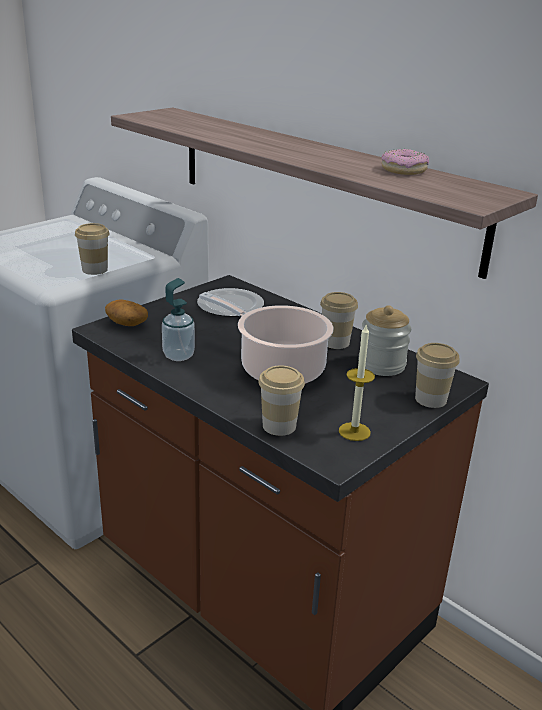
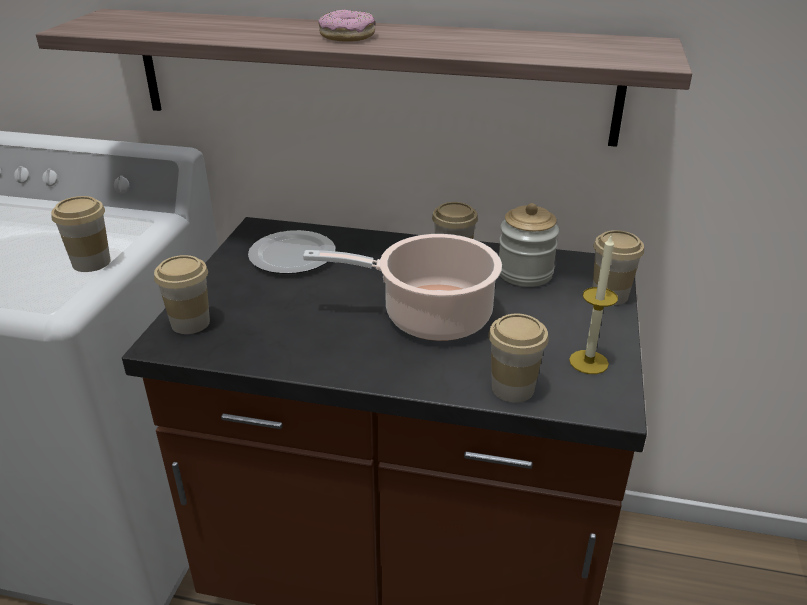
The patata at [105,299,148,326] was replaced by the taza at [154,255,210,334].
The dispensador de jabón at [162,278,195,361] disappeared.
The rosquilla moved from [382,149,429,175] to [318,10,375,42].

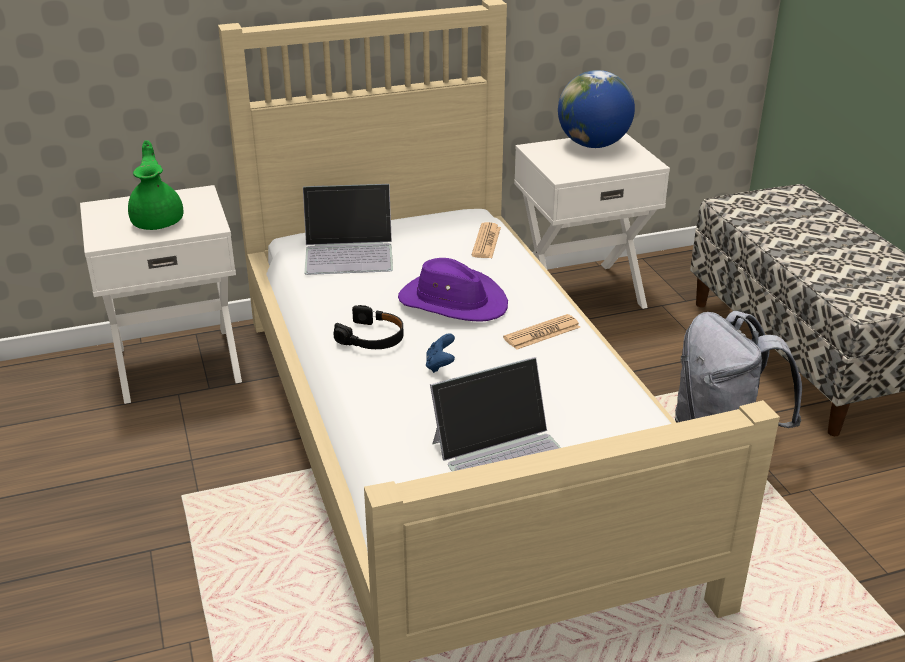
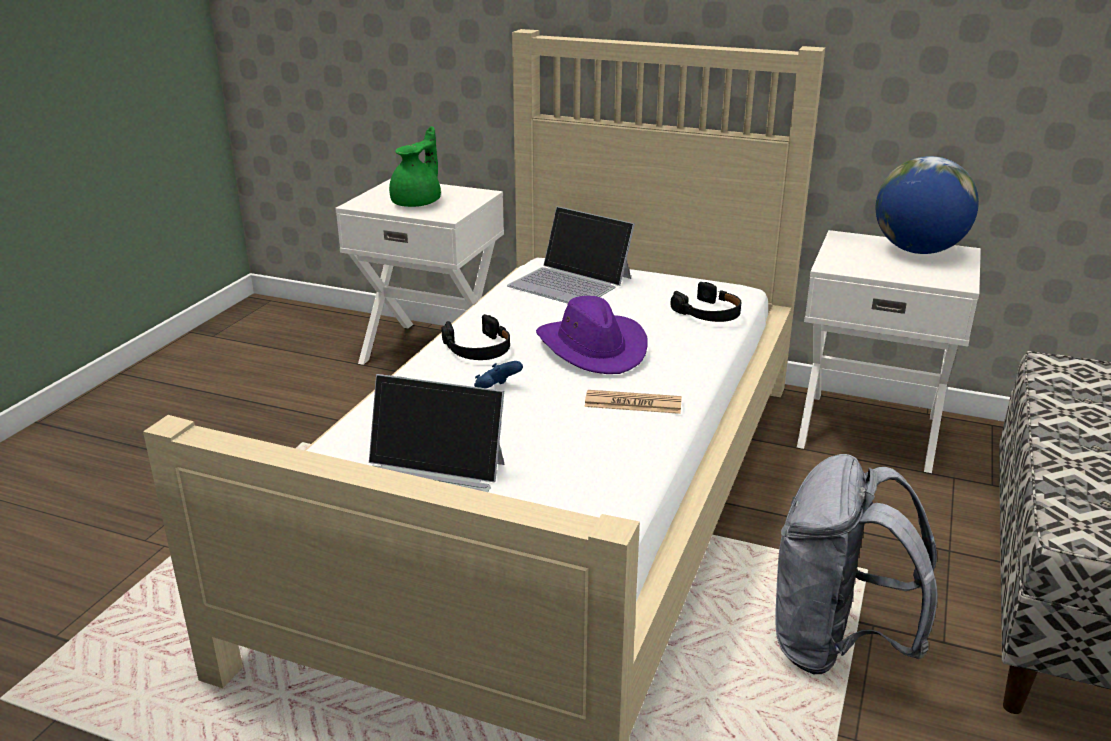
The periódico at [471,222,501,258] was replaced by the auriculares/negro at [670,282,741,322].

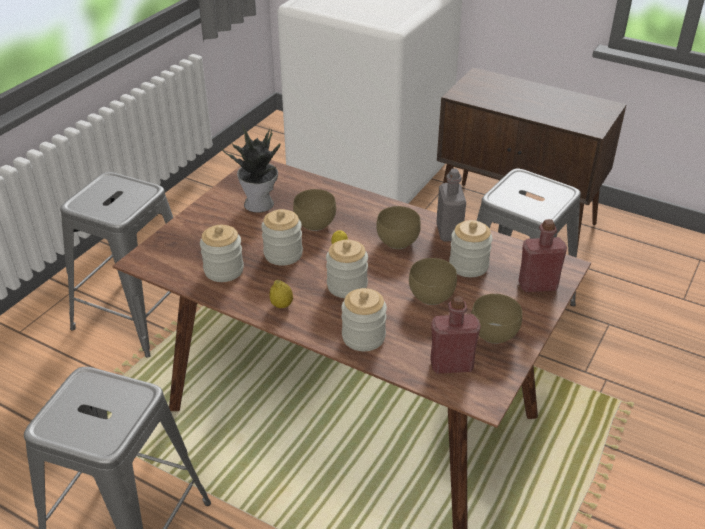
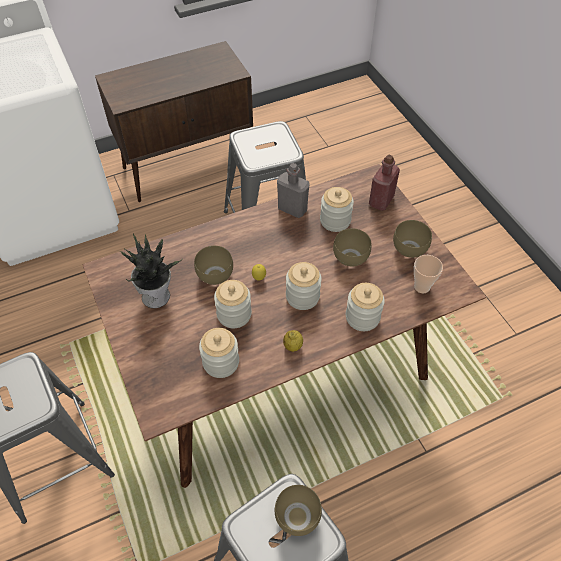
The cuenco/marrón moved from [376,206,421,249] to [275,485,322,536].
The botella/rojo at [430,296,481,374] was replaced by the taza at [414,255,443,293].

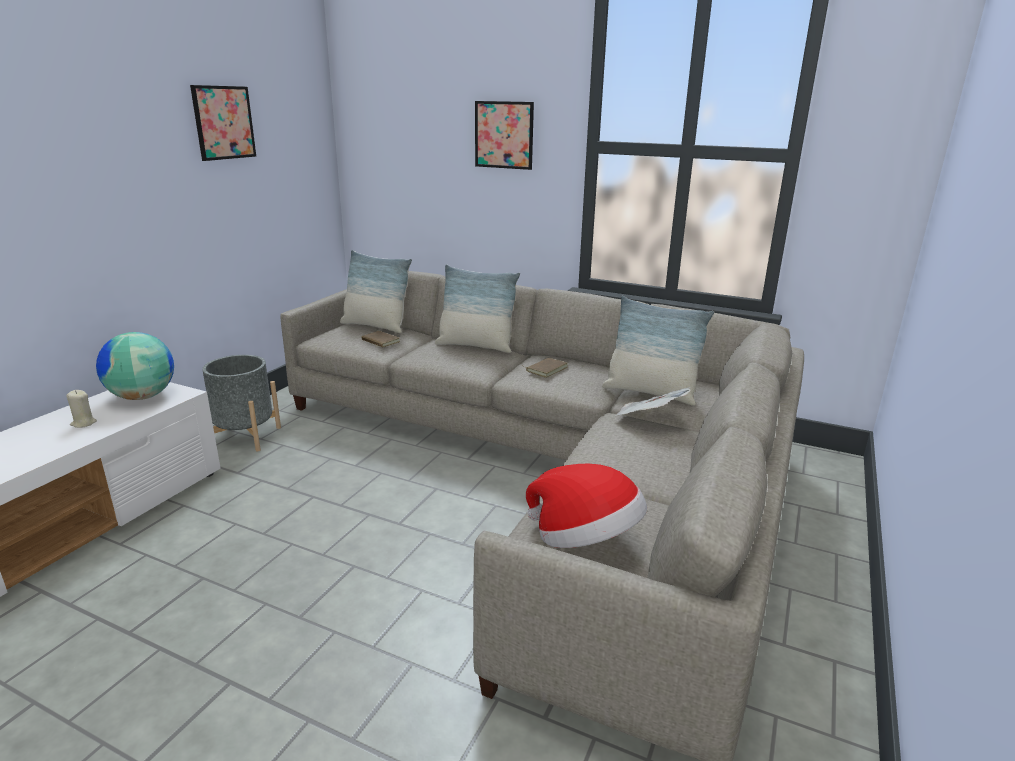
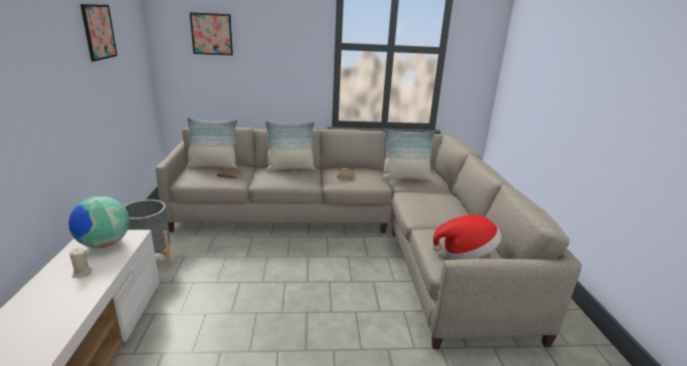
The cuadro moved from [475,101,534,170] to [189,12,233,55].
The periódico at [615,387,691,416] disappeared.

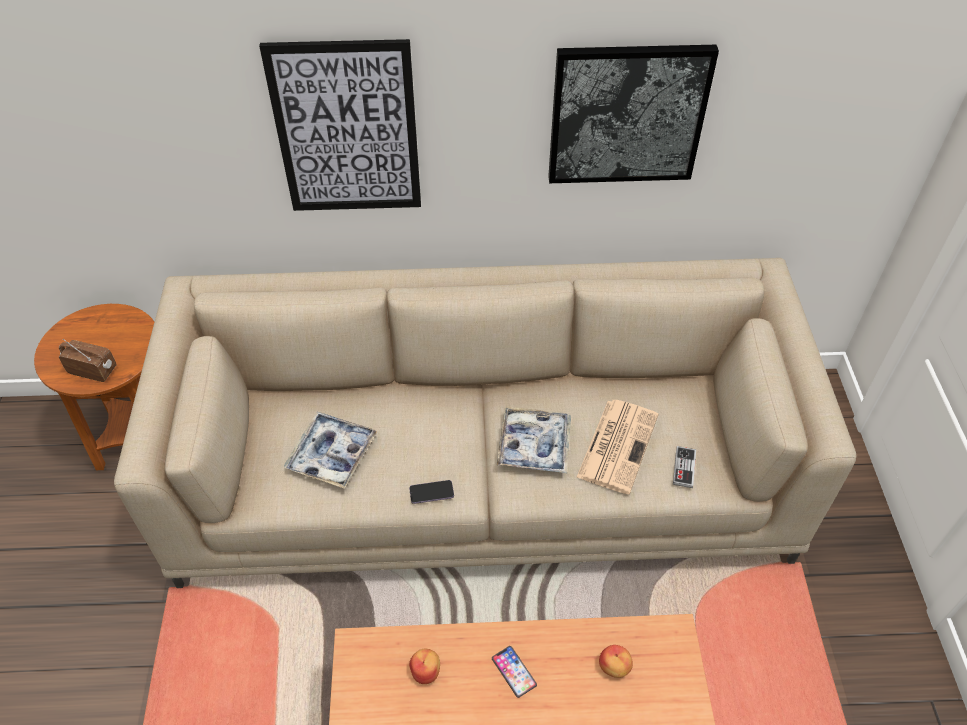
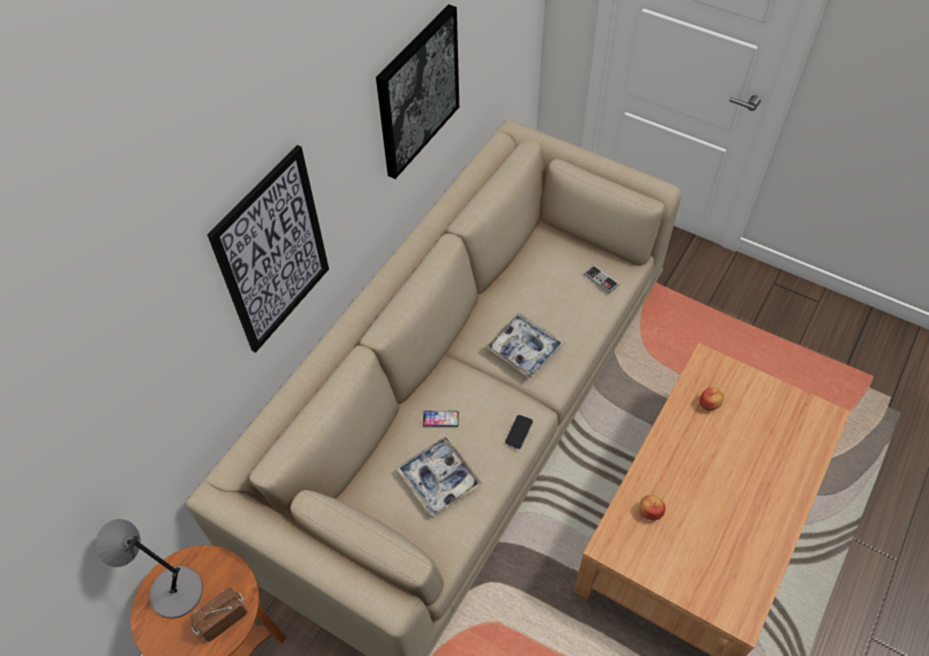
The móvil moved from [492,646,537,698] to [423,411,459,427].
The periódico at [576,400,658,494] disappeared.
The lámpara de mesa/gris at [95,519,203,618] appeared.

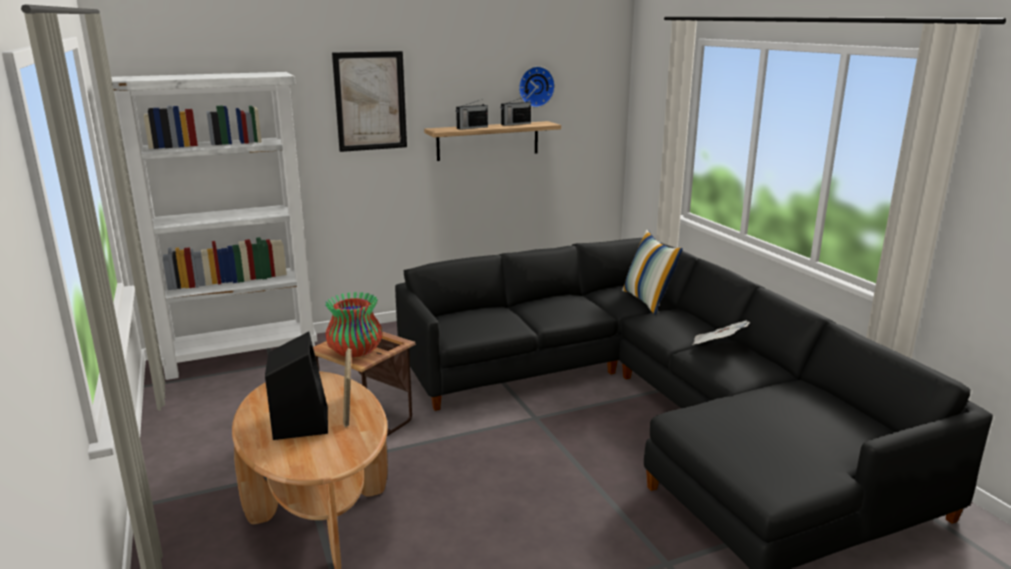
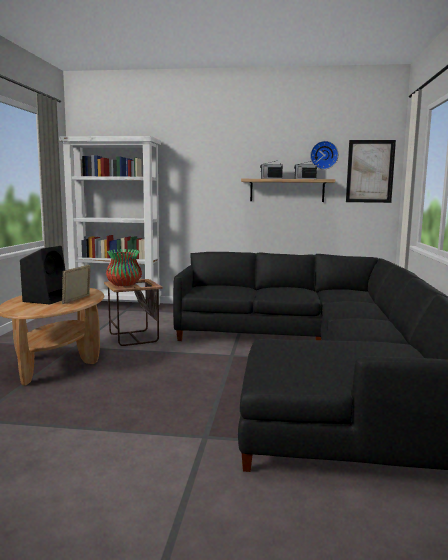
The cuadro moved from [332,51,407,152] to [346,140,396,203].
The cojín at [622,229,683,314] disappeared.
The periódico at [692,320,750,345] disappeared.

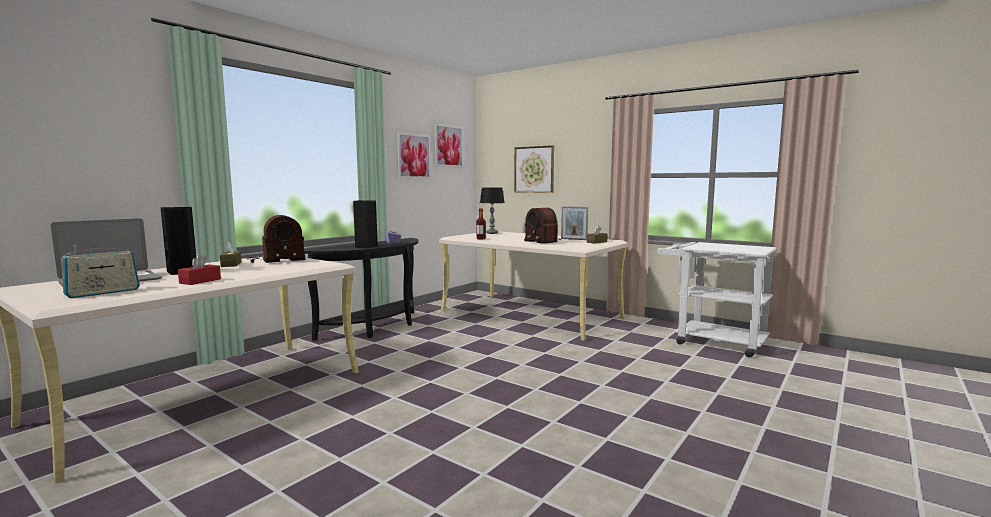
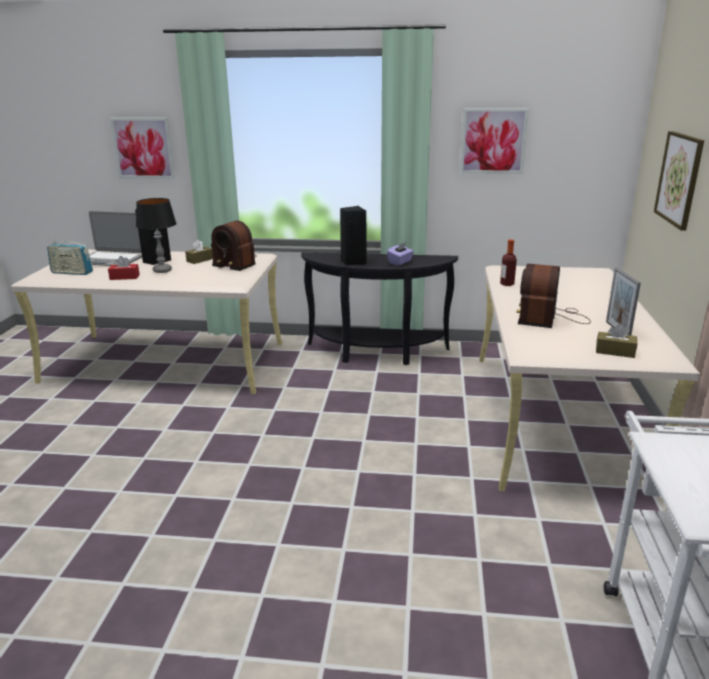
The cuadro moved from [434,124,463,167] to [110,118,175,179].
The lámpara de mesa moved from [480,187,505,234] to [136,198,177,273].

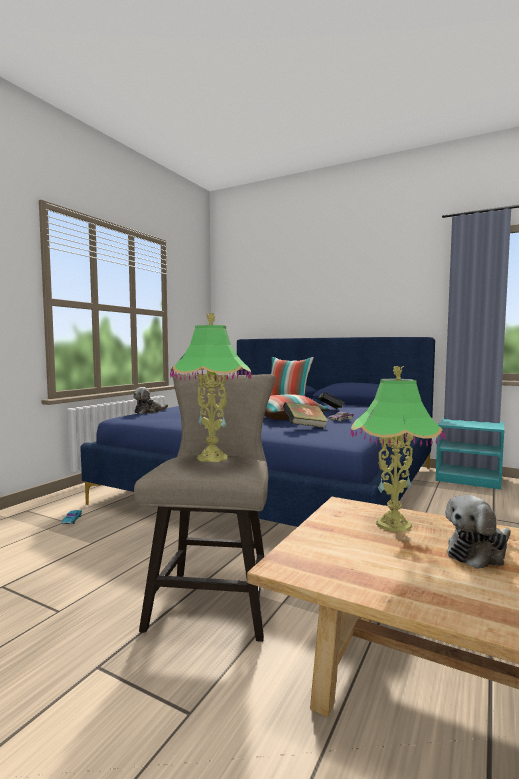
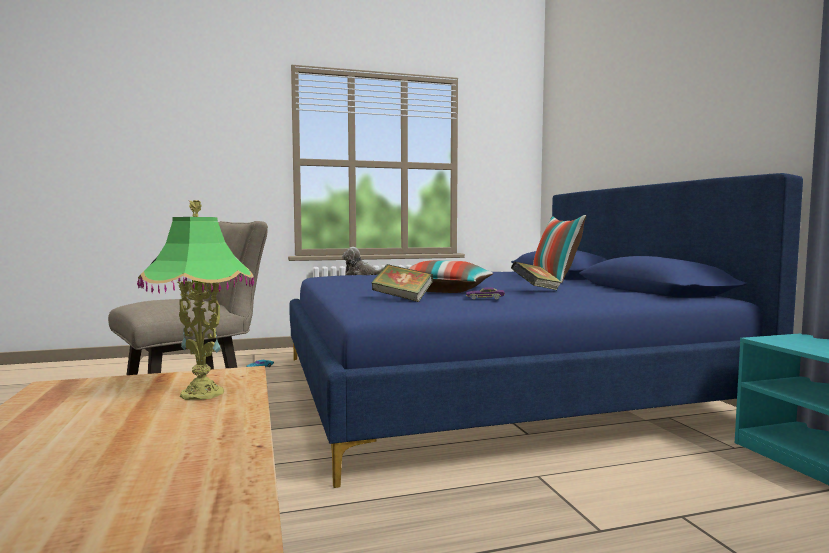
The lámpara de mesa at [170,313,252,462] disappeared.
The peluche at [445,495,511,569] disappeared.

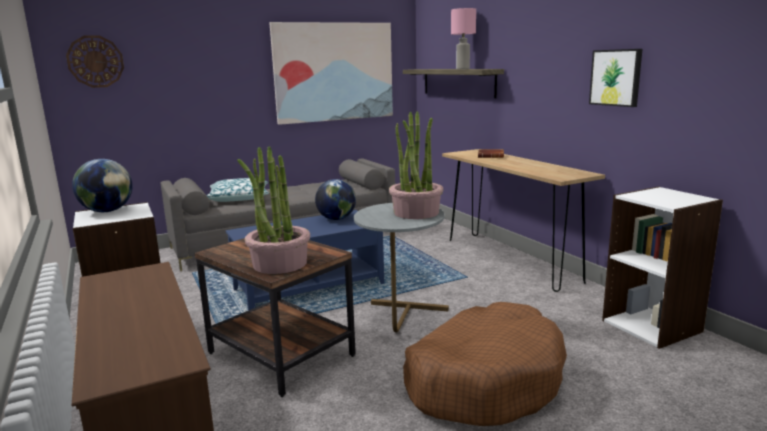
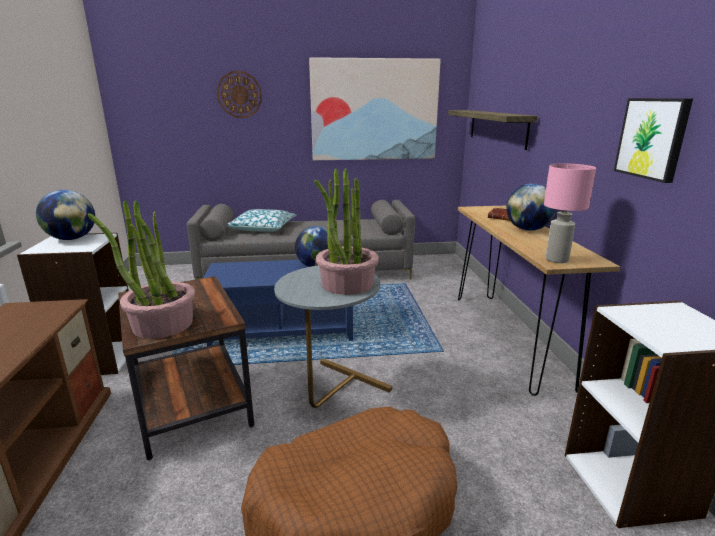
The reloj de pared moved from [66,35,124,88] to [217,71,262,118].
The lámpara de mesa/rosa moved from [451,8,476,69] to [544,163,596,263].
The globo terráqueo at [506,184,556,231] appeared.

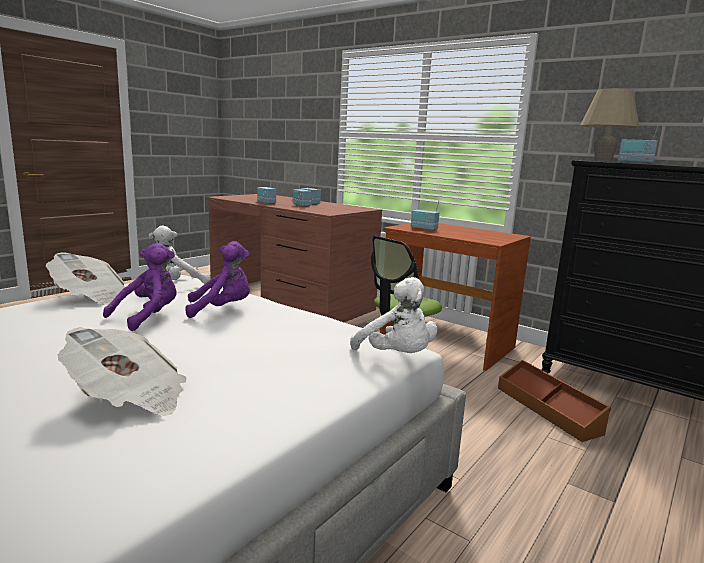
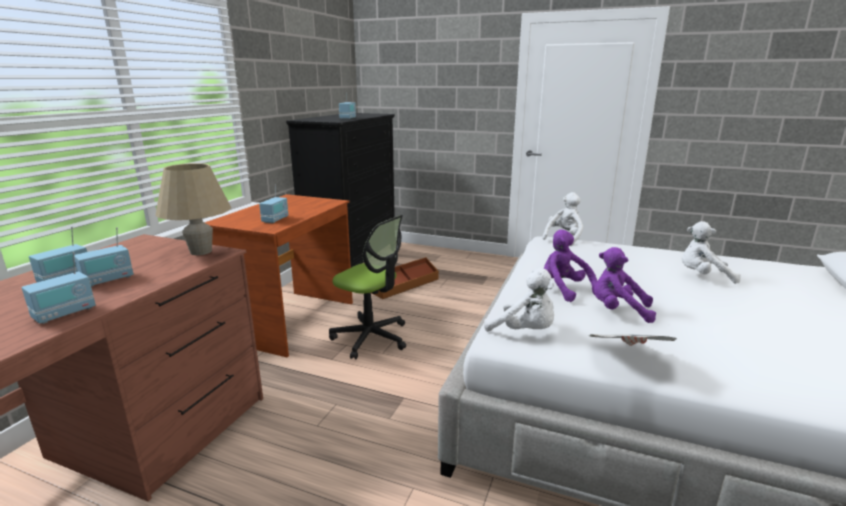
The periódico at [57,327,186,416] was replaced by the peluche/blanco at [682,221,741,284].
The lámpara de mesa/beis moved from [580,88,639,162] to [156,163,231,255].

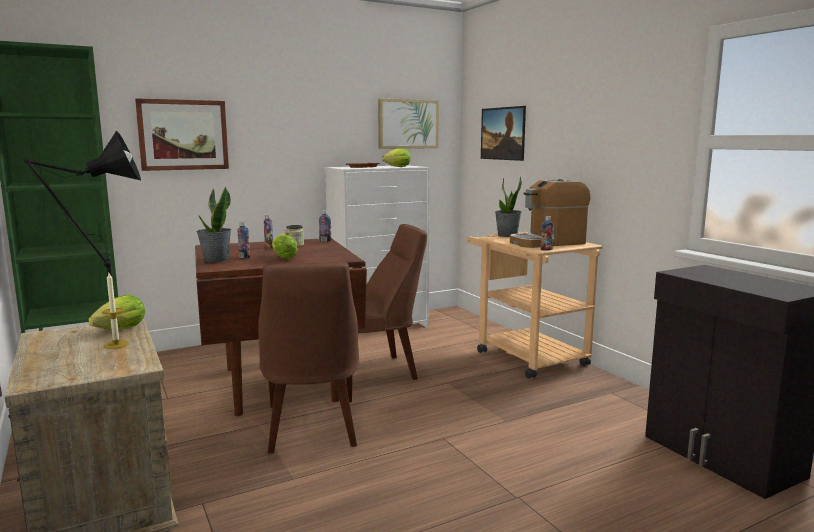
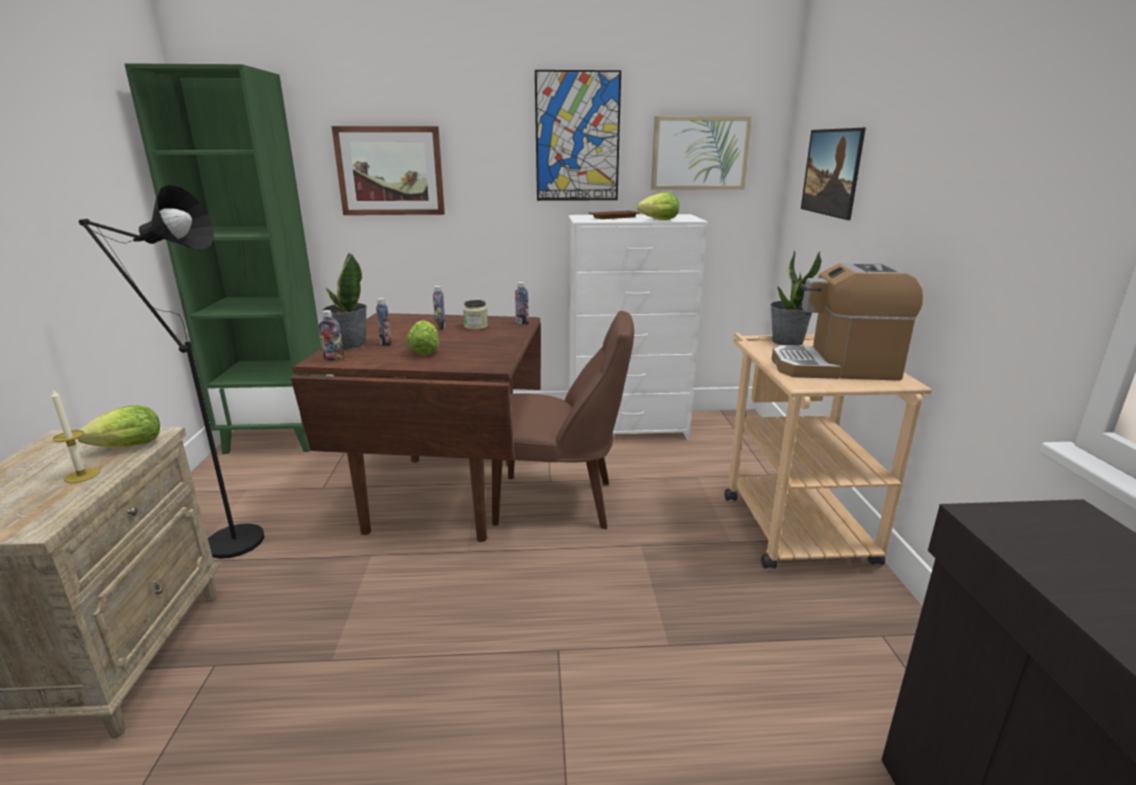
The silla/marrón at [258,262,359,454] disappeared.
The botella moved from [541,216,554,251] to [319,310,344,361].
The cuadro at [535,70,621,201] appeared.

